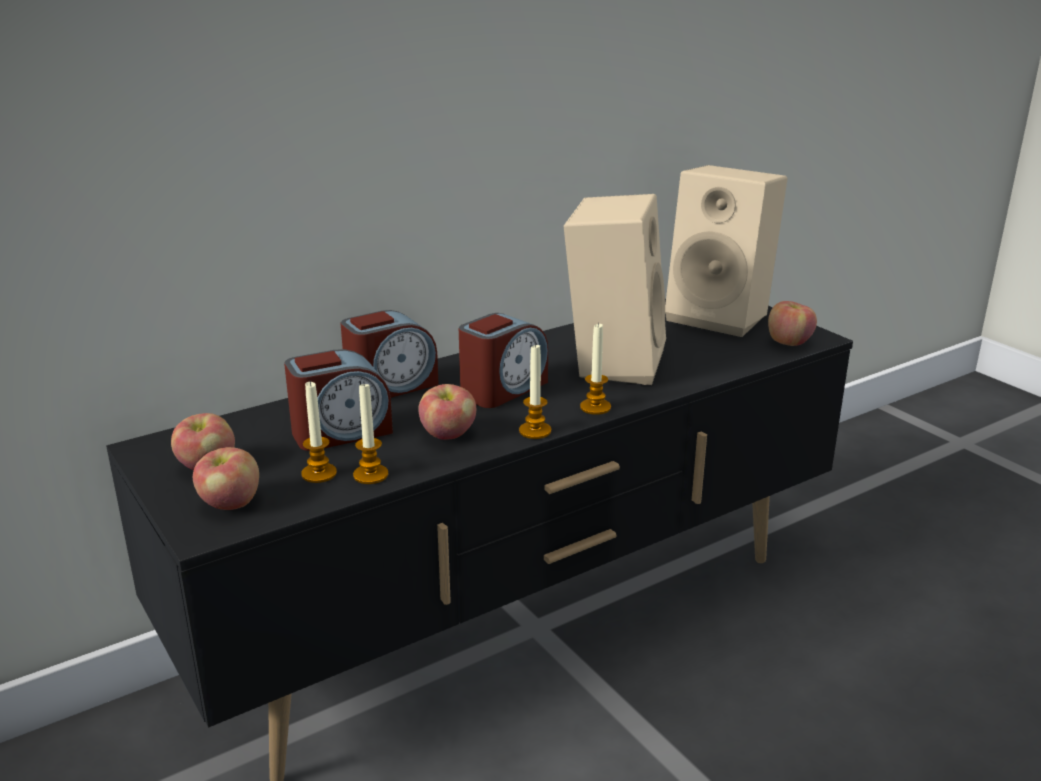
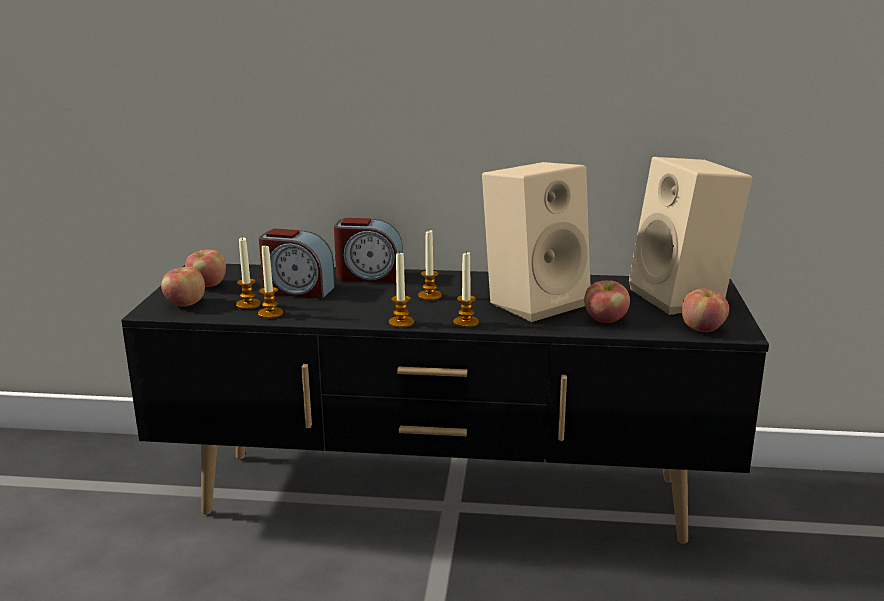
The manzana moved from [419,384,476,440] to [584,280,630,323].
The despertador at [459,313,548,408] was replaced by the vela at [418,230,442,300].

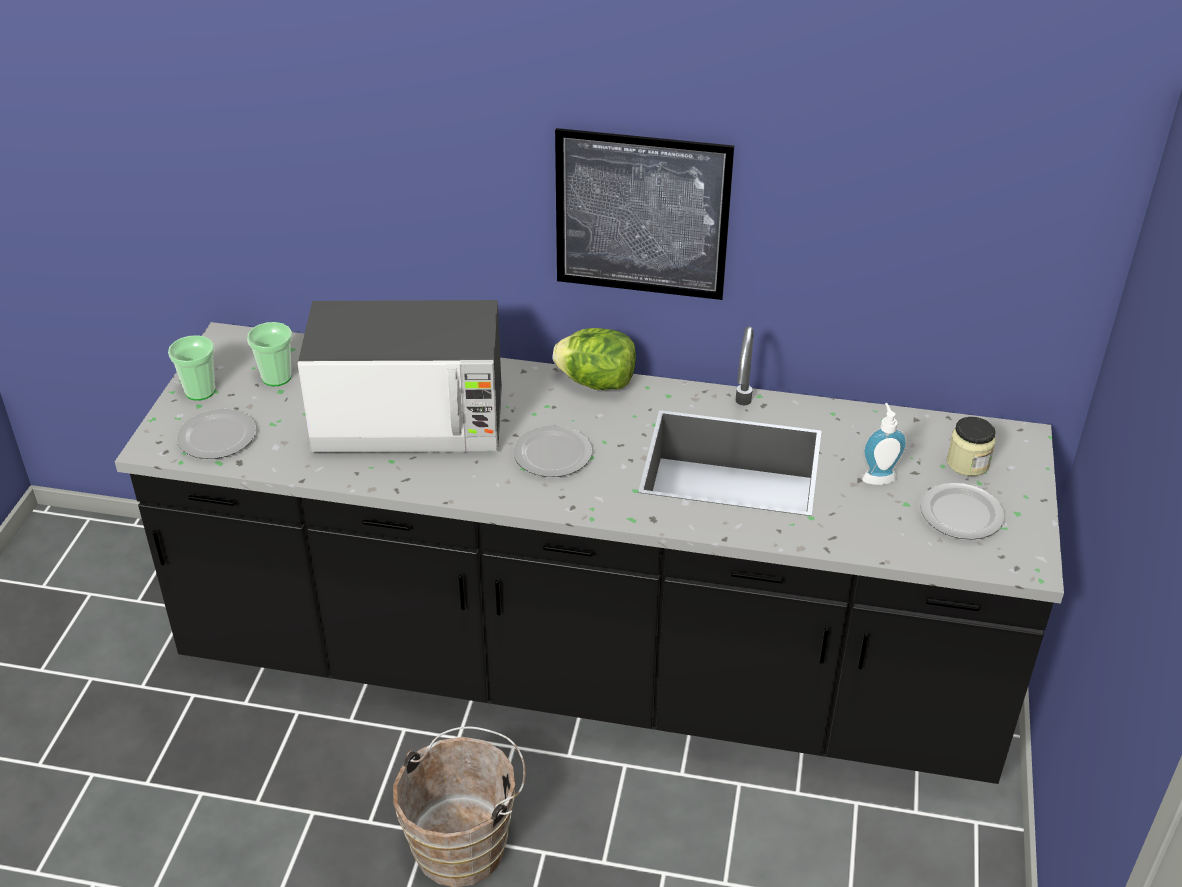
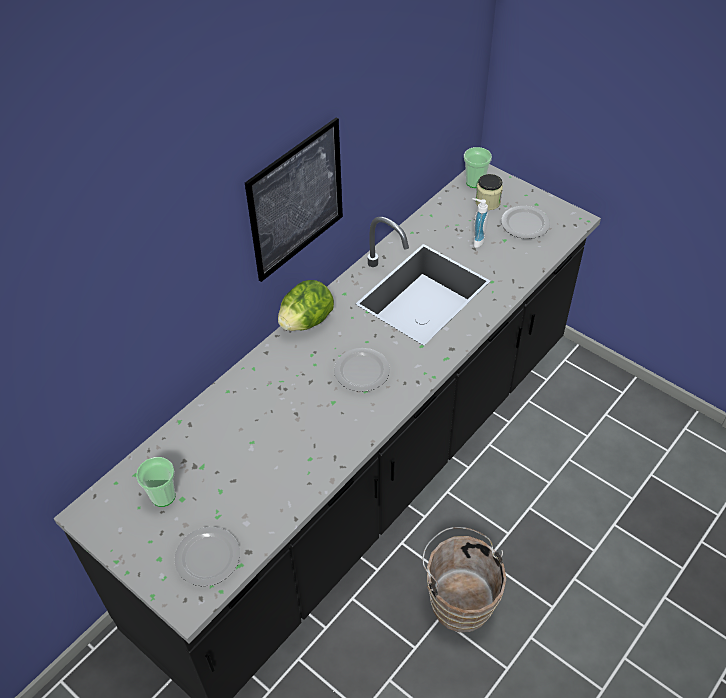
The taza moved from [168,335,215,401] to [464,147,492,188].
The microondas at [298,300,502,452] disappeared.

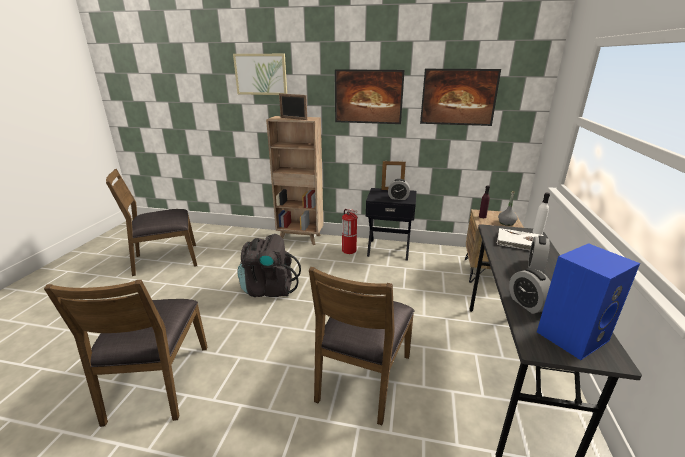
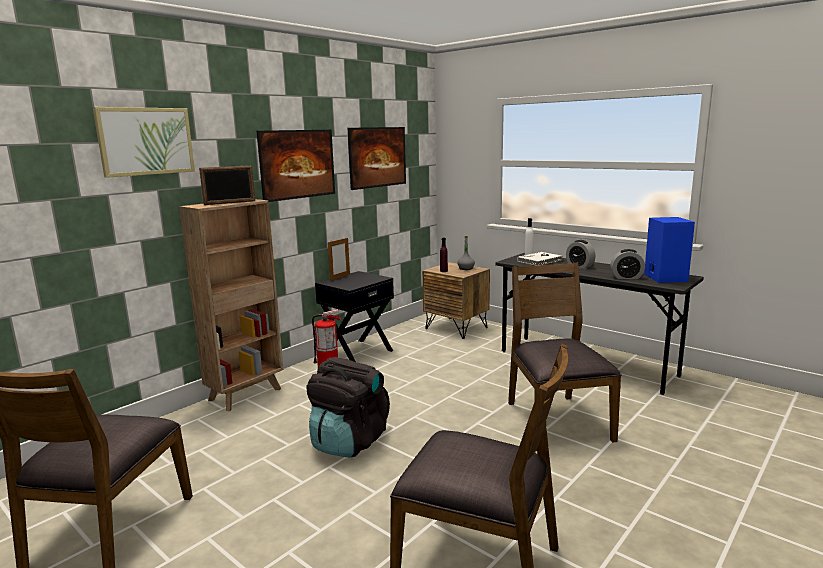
The silla/marrón at [309,267,414,425] turned 150 degrees counterclockwise.
The despertador at [388,179,410,200] disappeared.

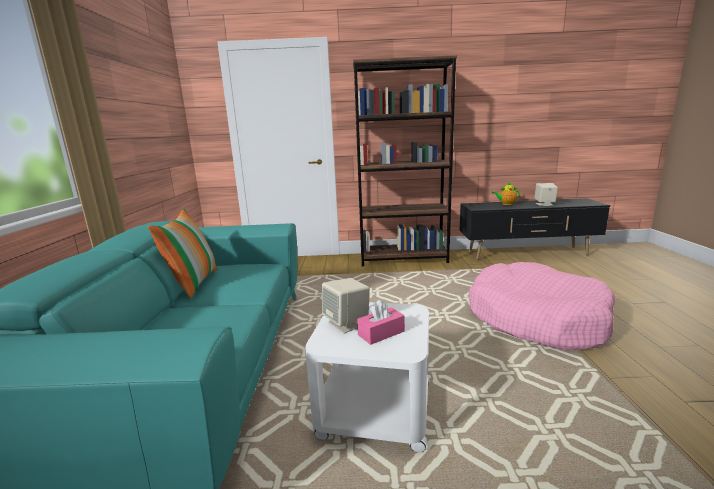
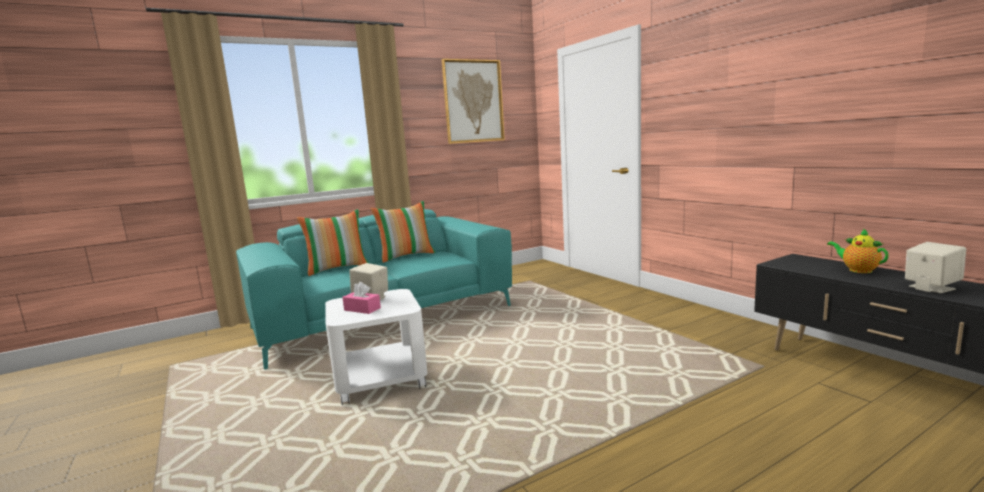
The estantería/marrón at [353,55,457,266] disappeared.
The cama para perro/rosa at [469,262,615,351] disappeared.
The cojín at [297,209,368,276] appeared.
The cuadro at [441,59,505,144] appeared.

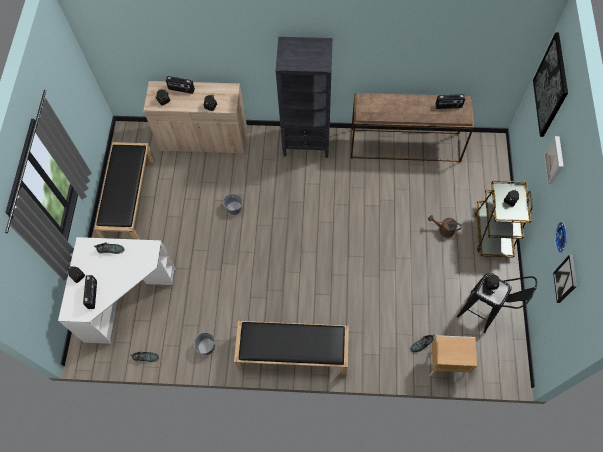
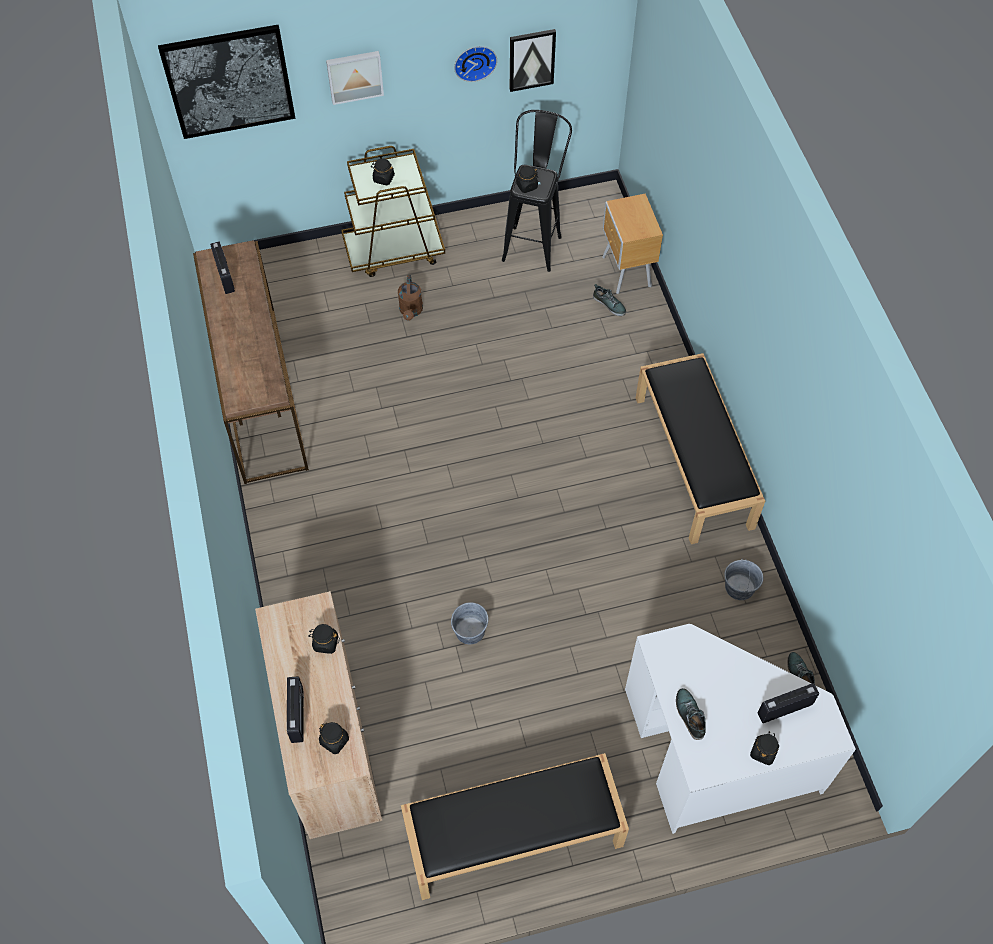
The estantería/negro at [276,37,333,158] disappeared.

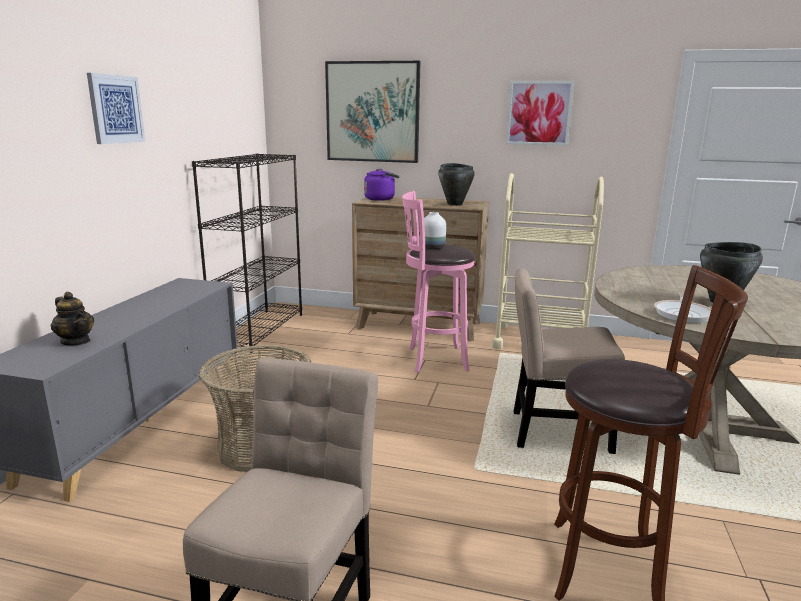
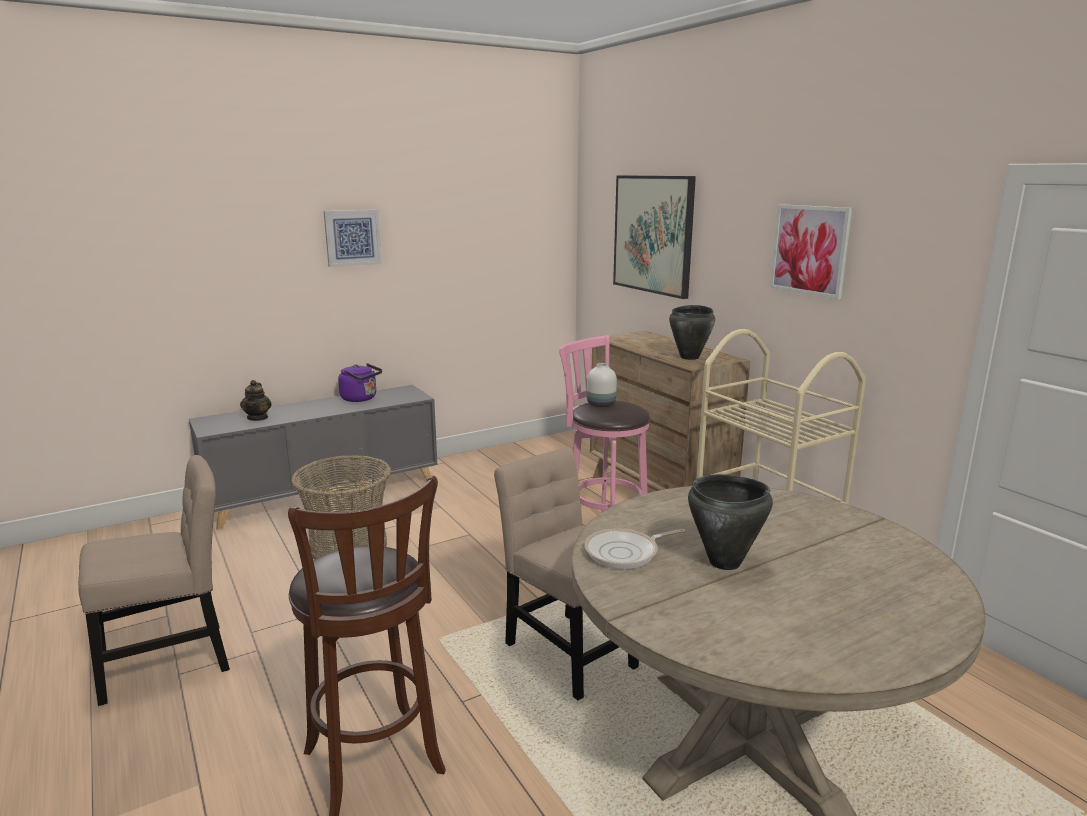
The estantería/negro at [192,153,302,353] disappeared.
The hervidor/morado moved from [364,169,400,201] to [338,363,382,402].

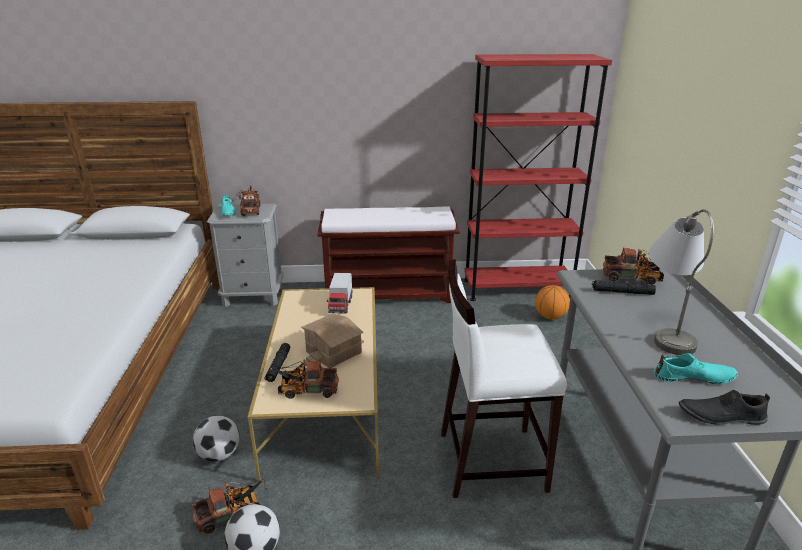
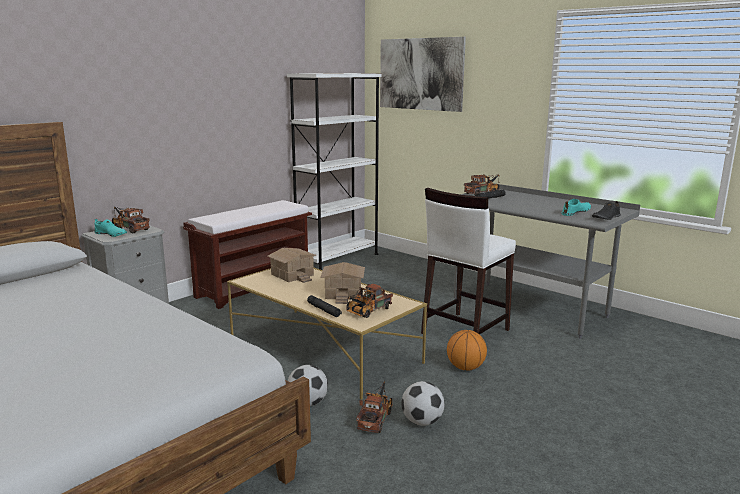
The camión de juguete at [327,273,353,314] was replaced by the casita at [268,248,316,283].
The estantería/rojo at [464,54,612,301] became the estantería/blanco at [287,73,381,270].
The balón de baloncesto moved from [535,285,570,320] to [447,330,487,371].
The lámpara de mesa/gris at [649,209,714,355] disappeared.
The cuadro at [380,37,466,112] appeared.

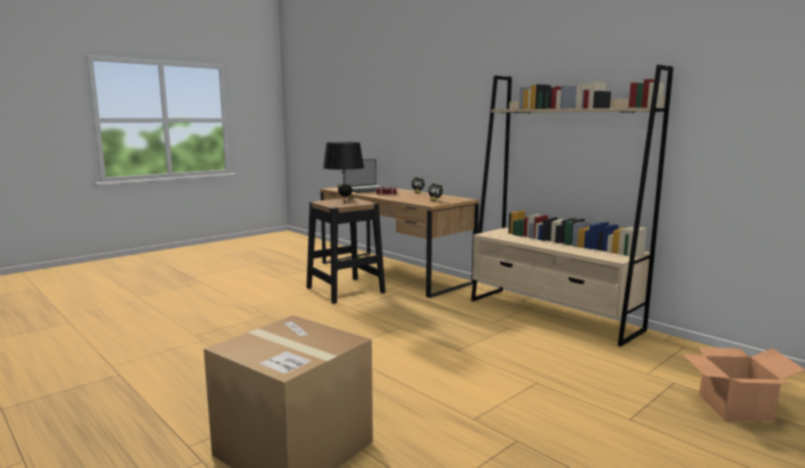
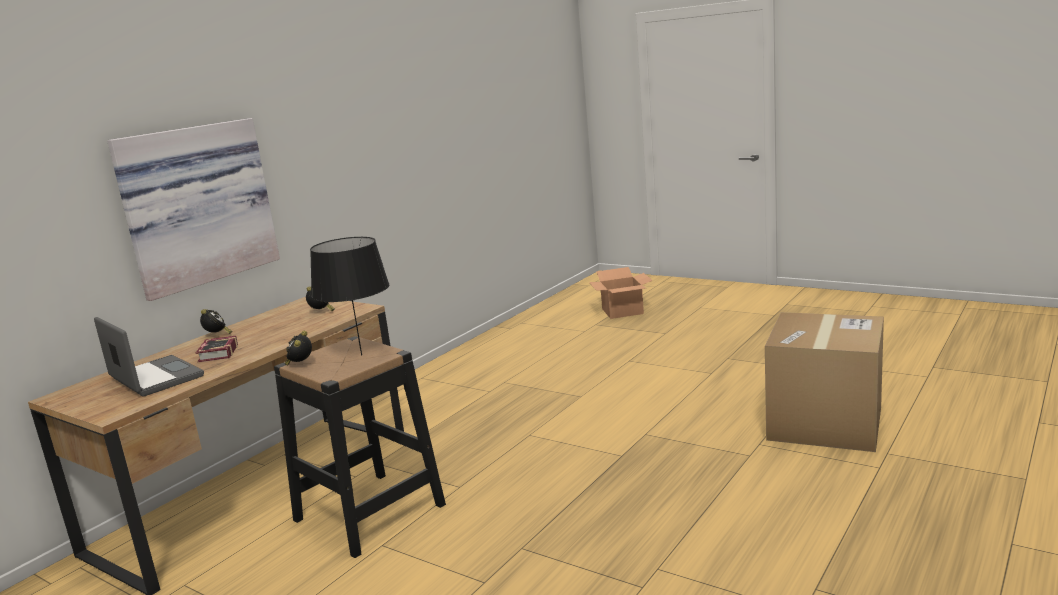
The estantería/beis at [471,65,673,347] disappeared.
The cuadro at [107,118,280,301] appeared.

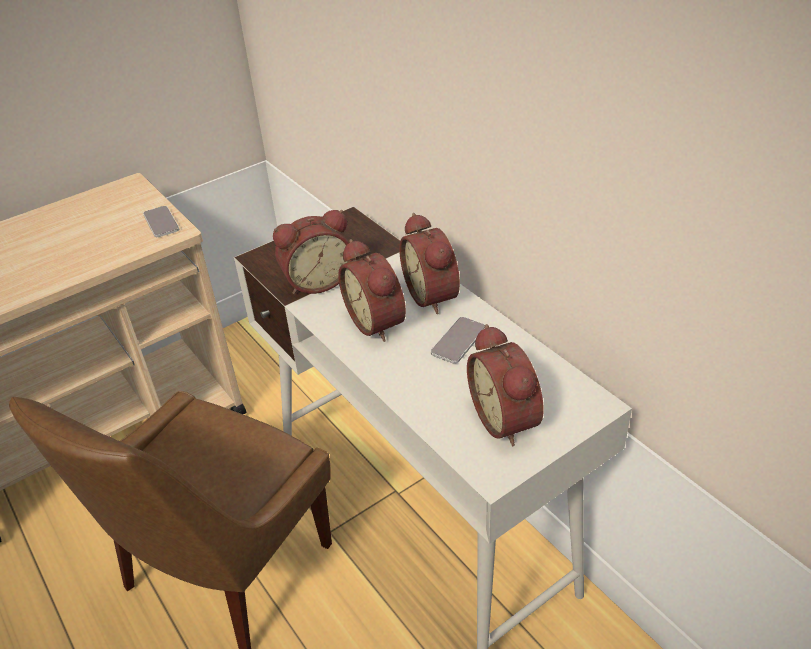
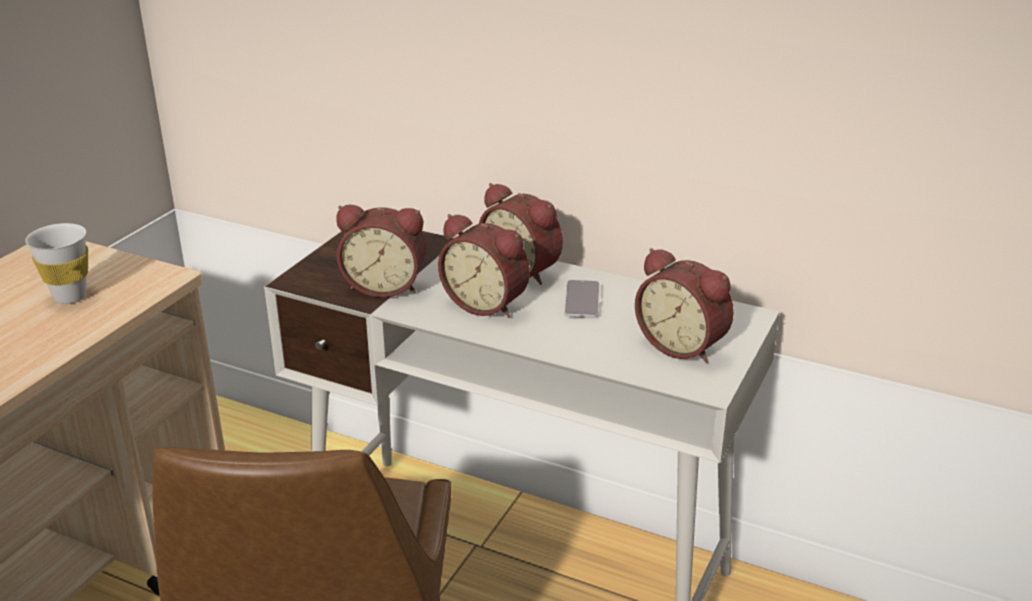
The móvil at [143,206,180,237] disappeared.
The despertador at [273,210,353,294] turned 60 degrees clockwise.
The taza/blanco at [25,223,88,304] appeared.

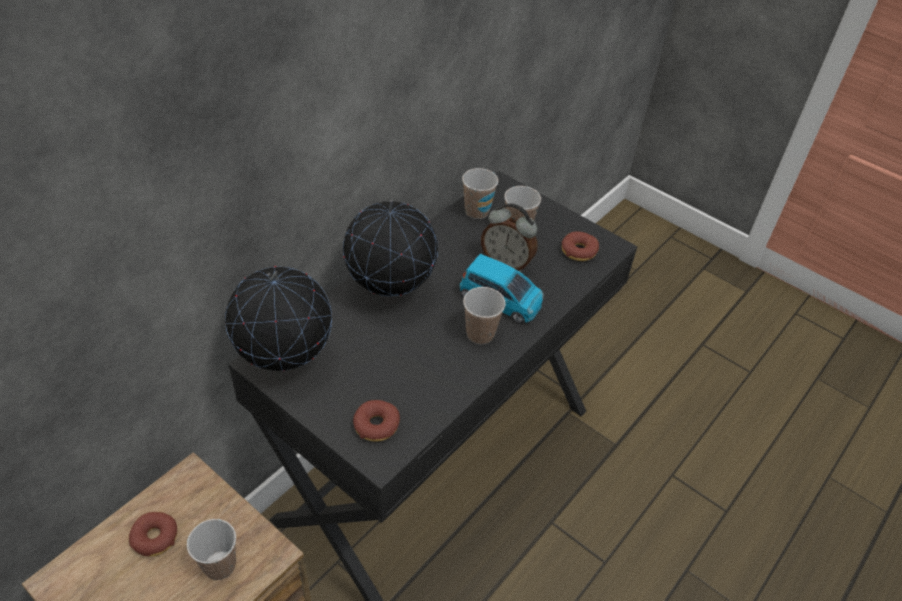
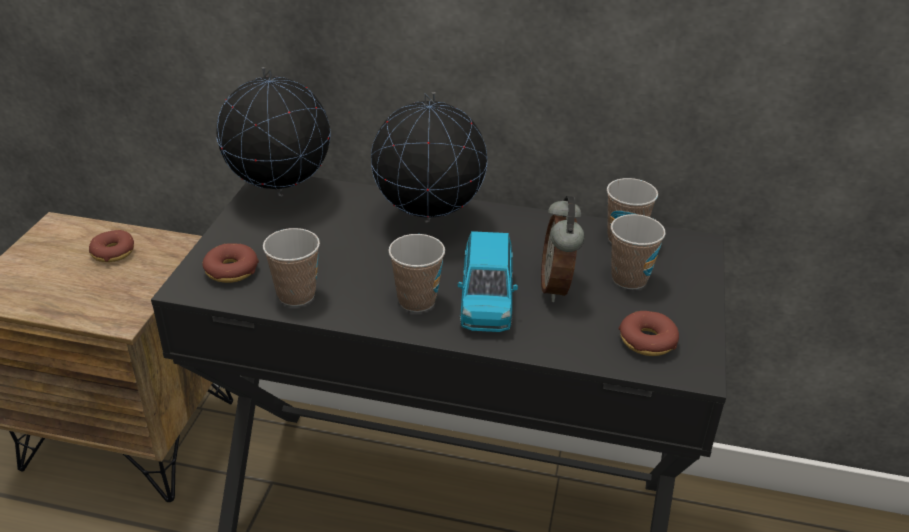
The taza moved from [187,519,236,580] to [263,228,320,306].

